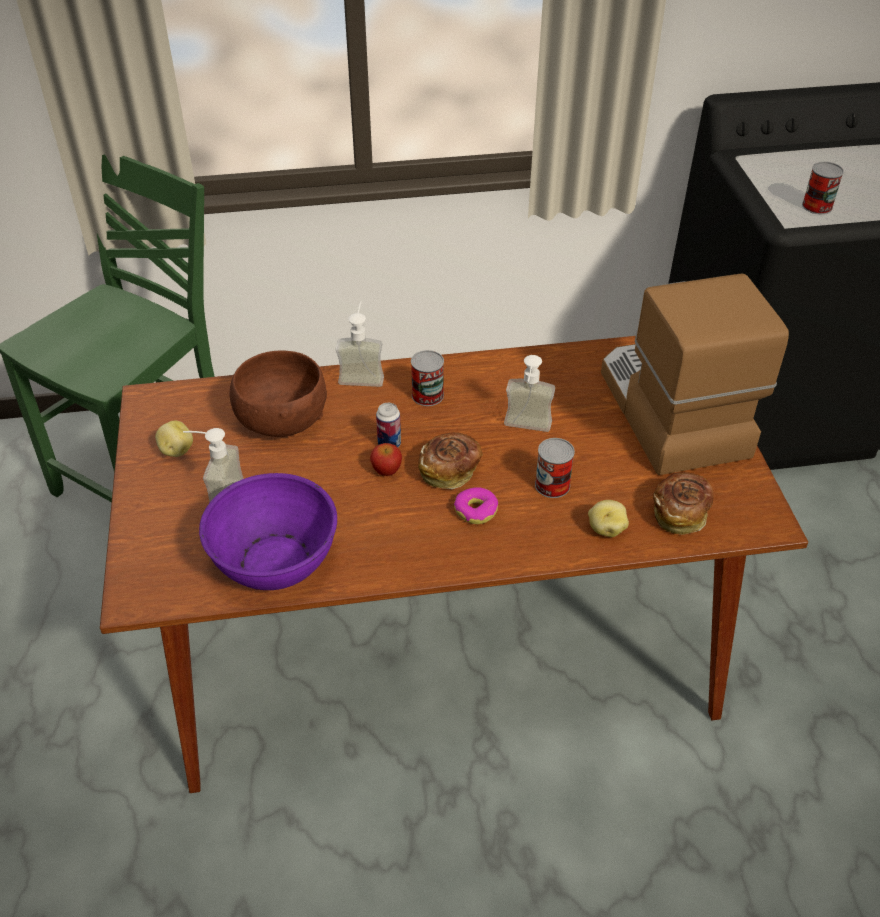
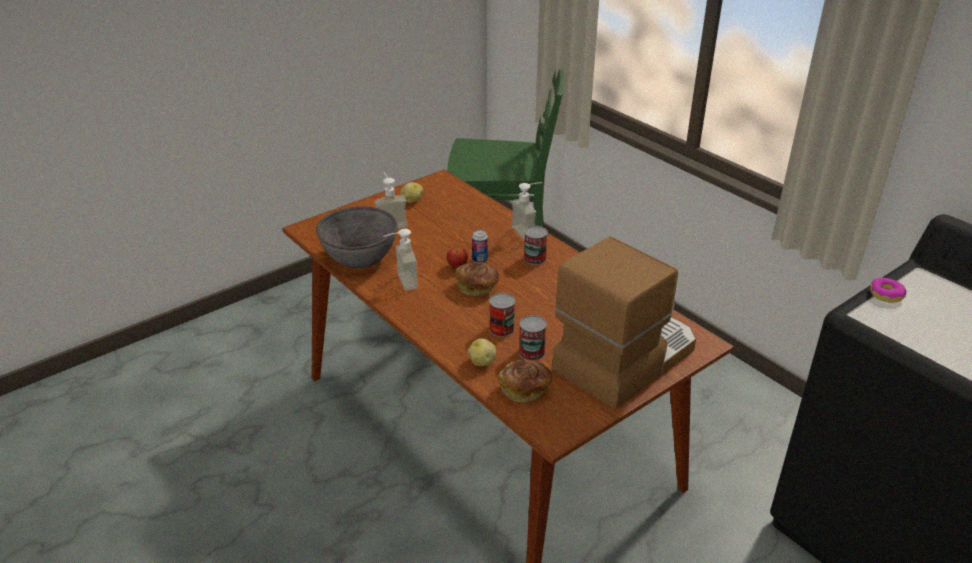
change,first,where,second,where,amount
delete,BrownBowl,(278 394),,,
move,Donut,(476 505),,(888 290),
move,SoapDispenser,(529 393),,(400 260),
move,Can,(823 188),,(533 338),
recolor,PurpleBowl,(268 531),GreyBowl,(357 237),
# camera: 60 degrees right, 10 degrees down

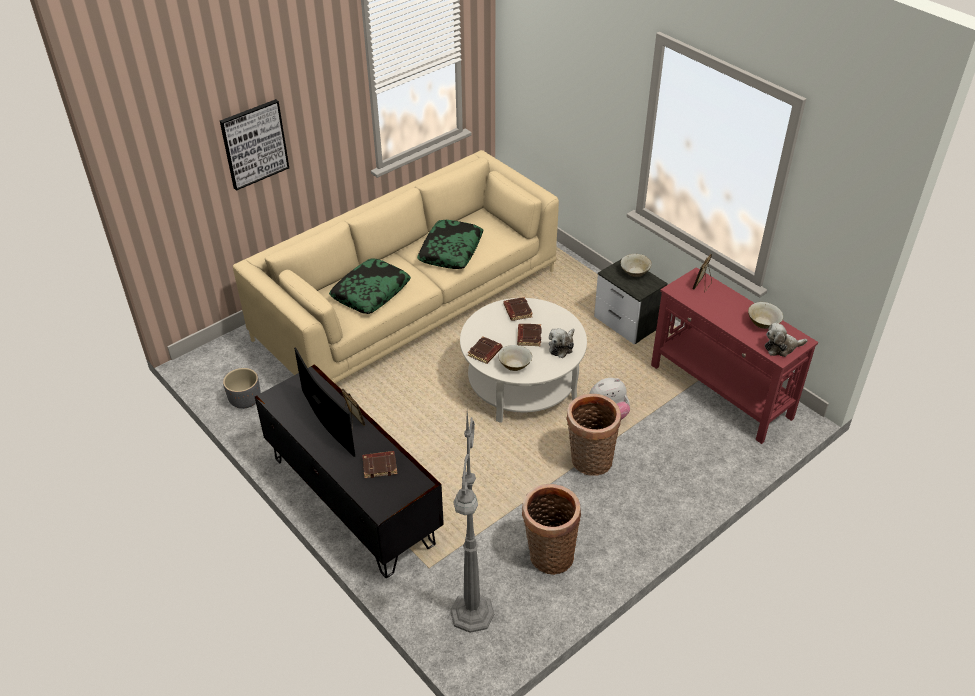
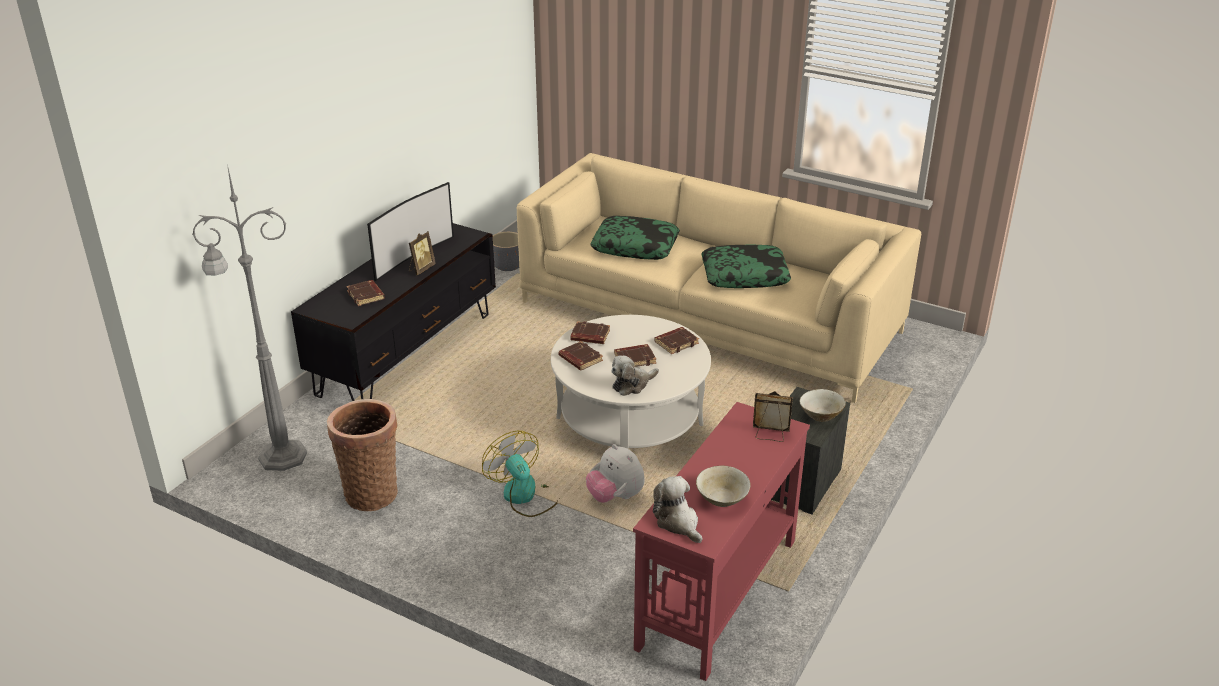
change,first,where,second,where,amount
delete,Picture,(254 145),,,
replace,BeigeBowl,(515 358),BrownBook,(581 355),
replace,Basket,(593 435),Fan,(520 474),
rotate,PlushToy,(562 343),,(635 375),45 degrees counterclockwise
# camera: 70 degrees right, 10 degrees down

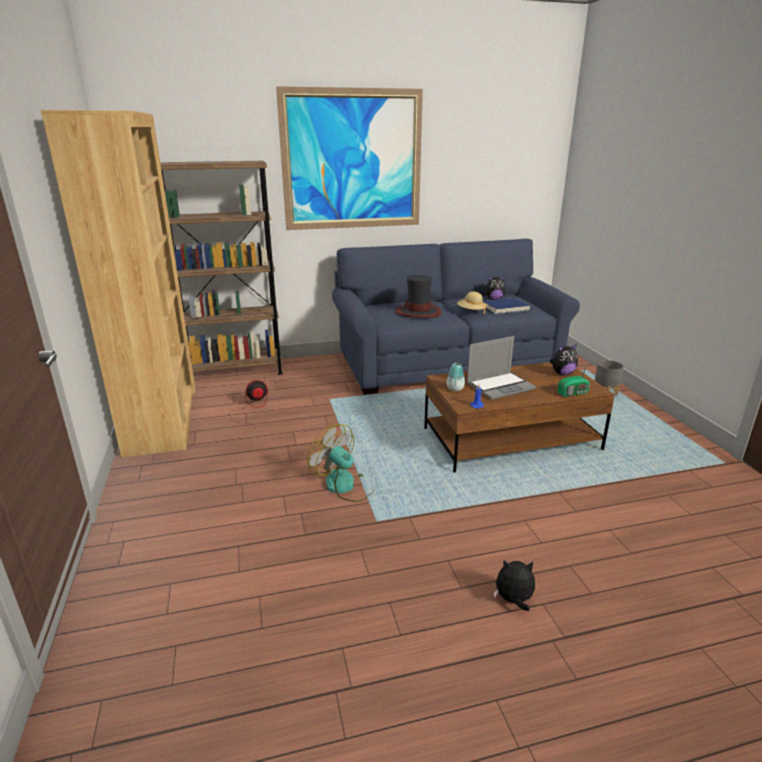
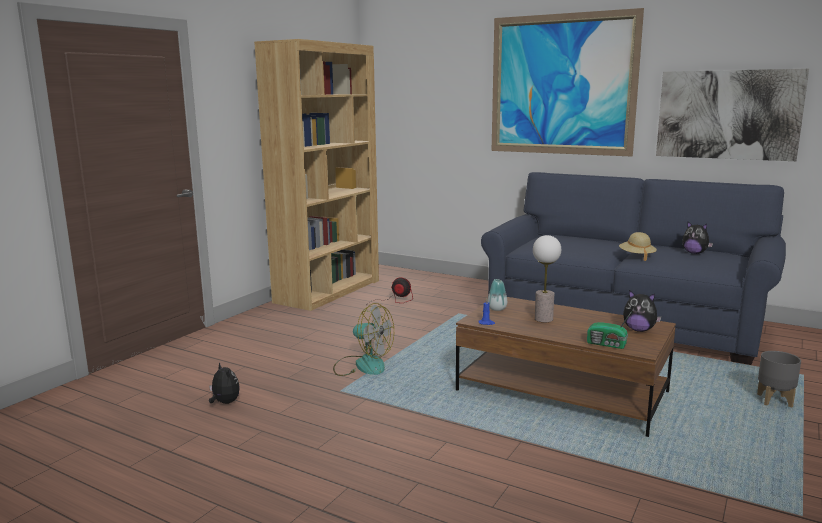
change,first,where,second,where,amount
delete,BrownBookcase,(221 268),,,
delete,Hat,(418 296),,,
delete,BlueBook,(506 306),,,
insert,,,Picture,(732 115),
move,PlushToy,(514 585),,(224 383),
replace,Laptop,(501 368),TableLamp,(547 278),
rotate,Fan,(341 463),,(363 339),120 degrees clockwise
# camera: 45 degrees right, 10 degrees down

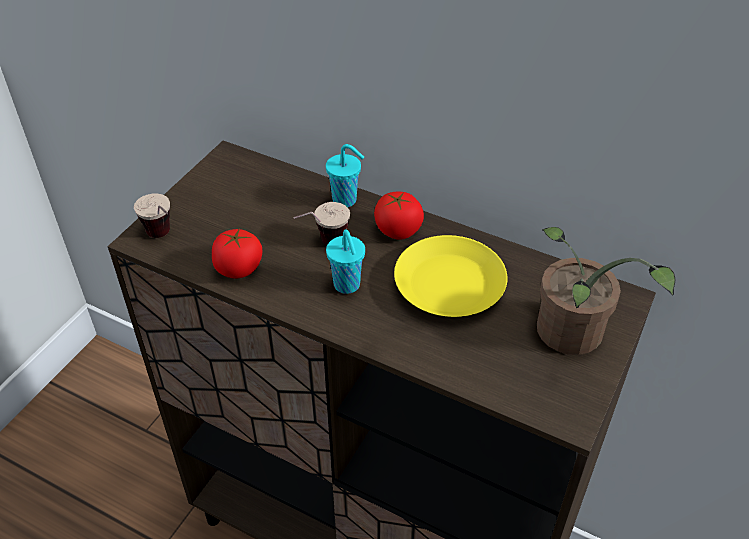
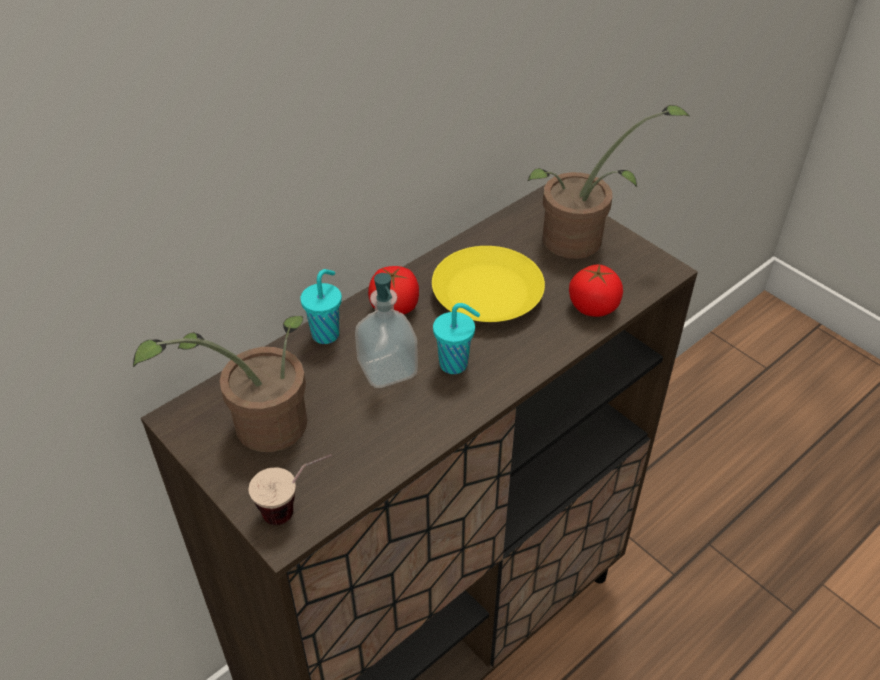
change,first,where,second,where,amount
insert,,,PottedPlant,(220 384),
move,Tomato,(237 253),,(596 290),
replace,Cup,(321 223),SoapDispenser,(386 330),
# camera: 70 degrees left, 0 degrees up

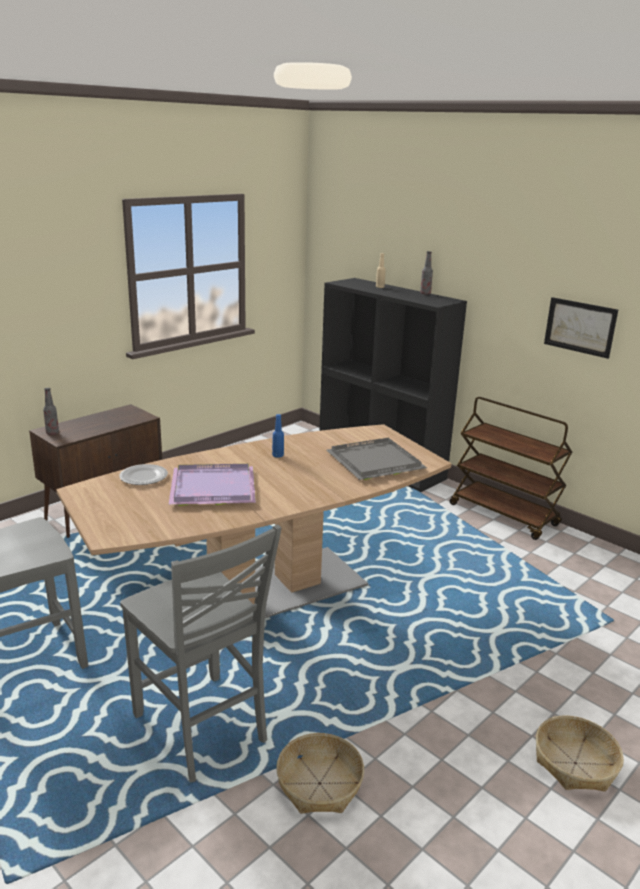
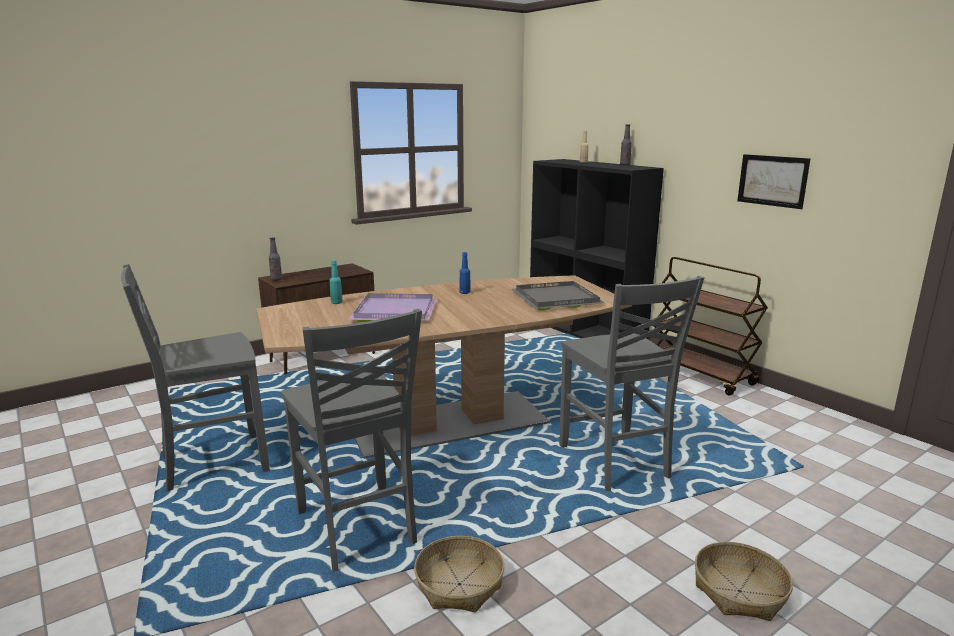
change,first,where,second,where,amount
insert,,,GreyChair,(631 383),
replace,Plate,(143 474),TurquoiseBottle,(336 282),
# camera: 10 degrees right, 5 degrees down

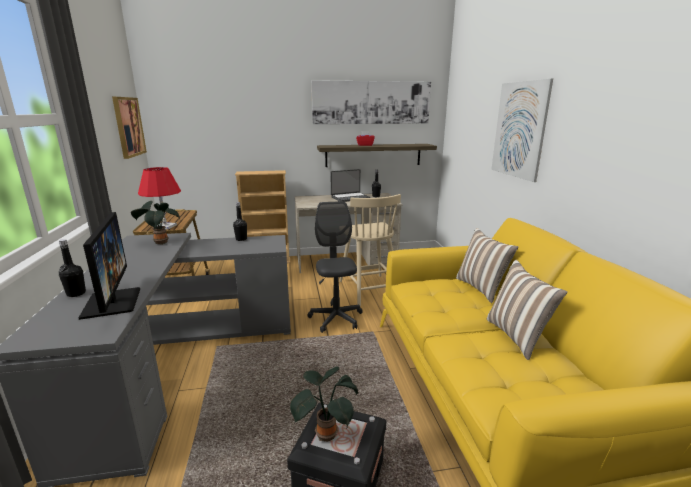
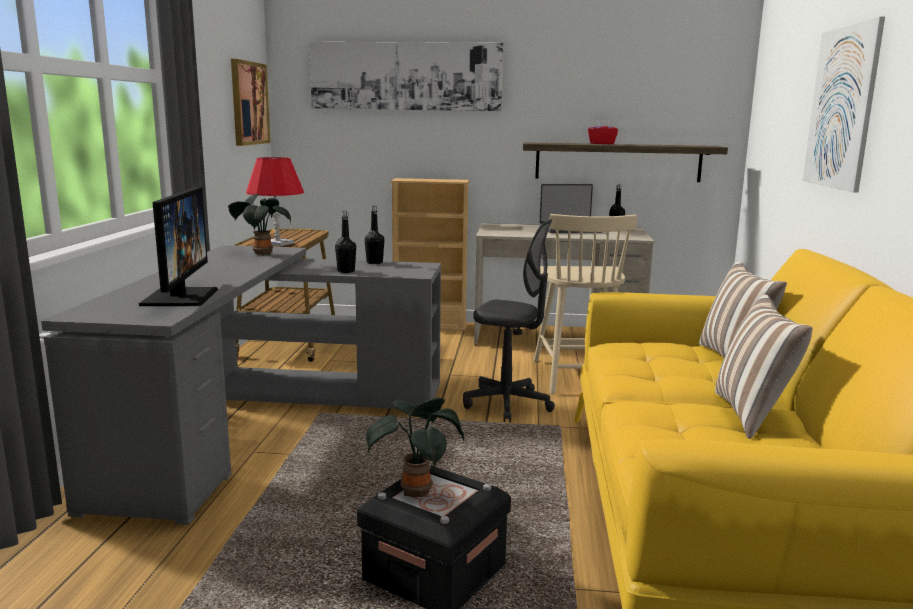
change,first,where,second,where,amount
move,BlackBottle,(72 268),,(345 242),
move,Picture,(371 102),,(406 76),
rotate,GreyOfficeChair,(335 267),,(509 320),105 degrees clockwise
# camera: 15 degrees right, 5 degrees down

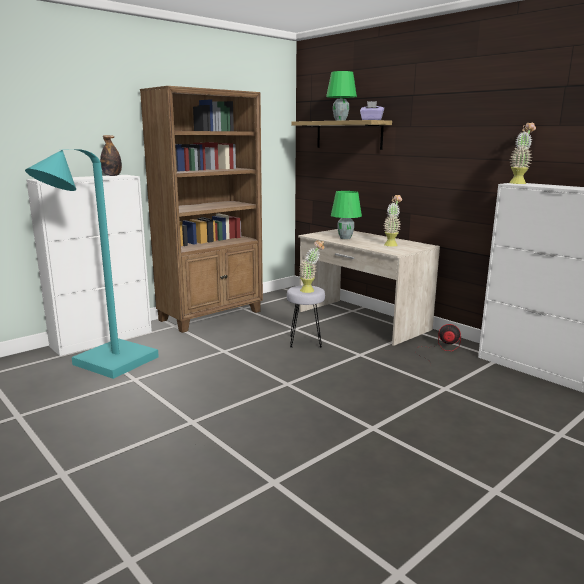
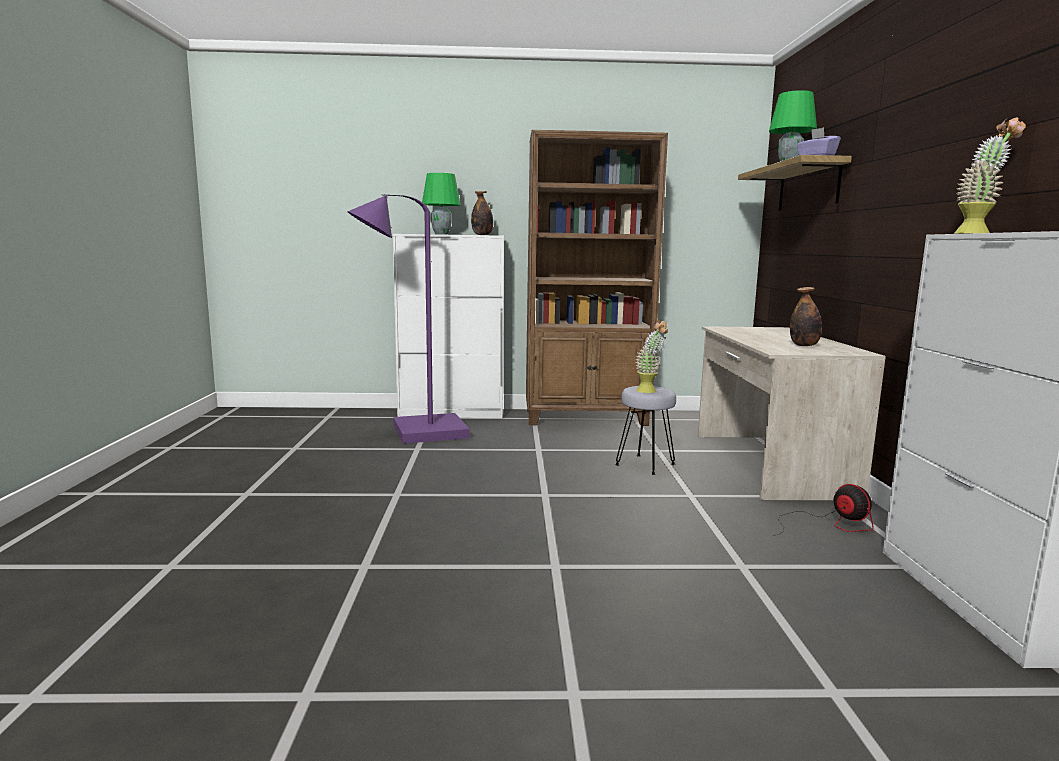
change,first,where,second,where,amount
move,GreenTableLamp,(346 215),,(441 204),
replace,PottedPlant,(393 221),Bottle,(806 316),
recolor,TurquoiseFloorLamp,(92 264),PurpleFloorLamp,(408 319),
# camera: 40 degrees right, 5 degrees down

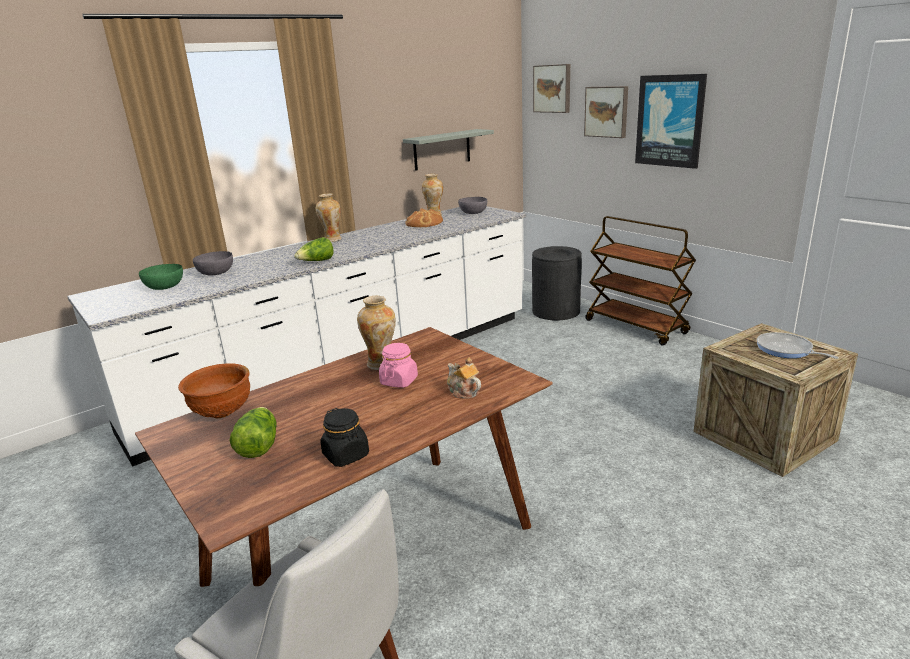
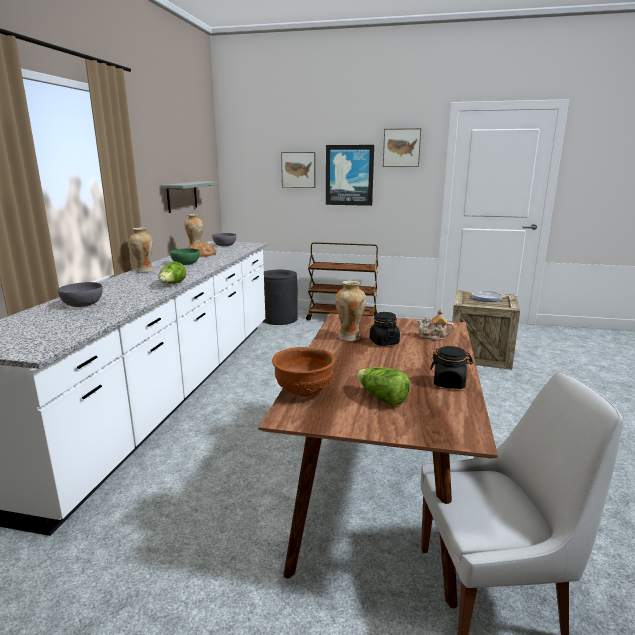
change,first,where,second,where,amount
move,GreenBowl,(161 277),,(185 256),
move,Picture,(551 88),,(402 147),
recolor,PinkJar,(398 365),BlackJar,(385 329),
# camera: 40 degrees left, 5 degrees down

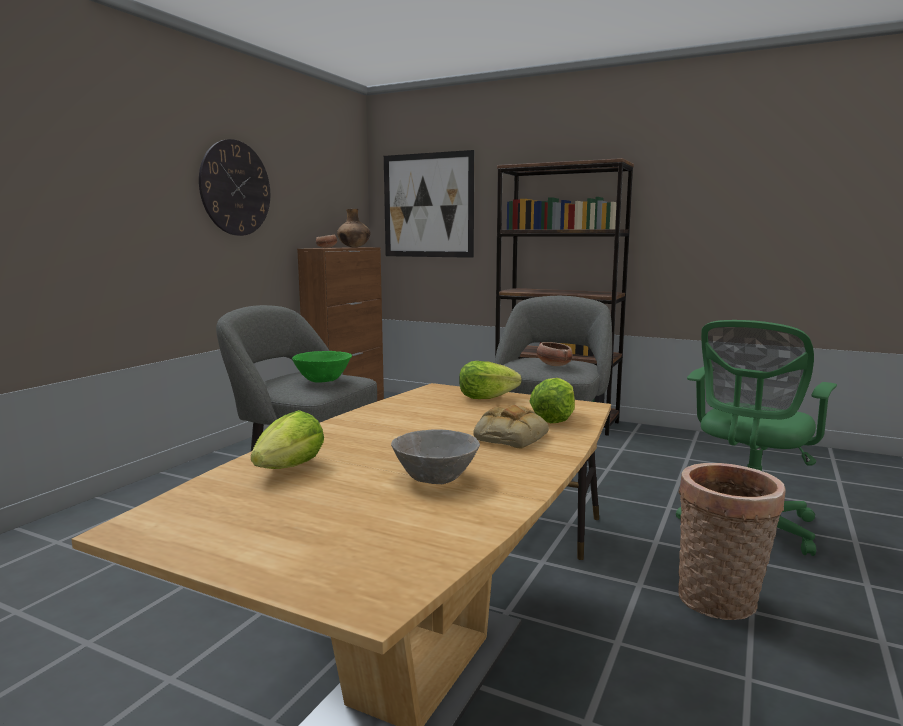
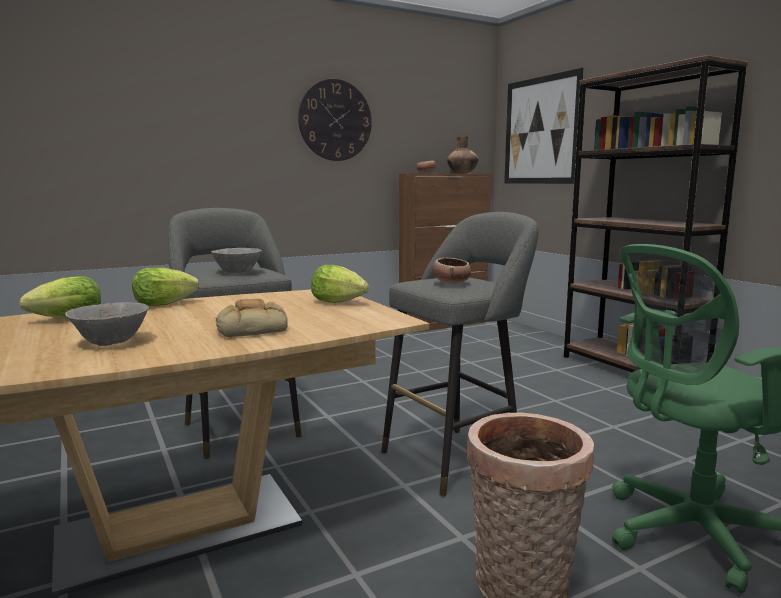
change,first,where,second,where,amount
move,Lettuce,(552 400),,(165 286),
recolor,GreenBowl,(322 367),GreyBowl,(236 260),
# camera: 35 degrees right, 0 degrees up

